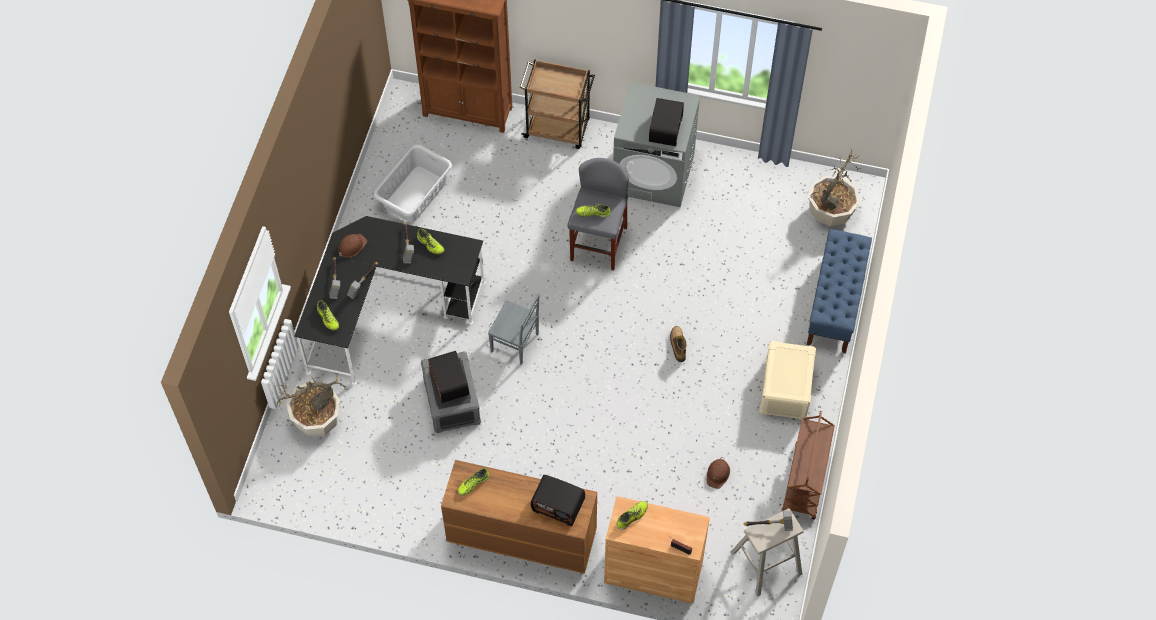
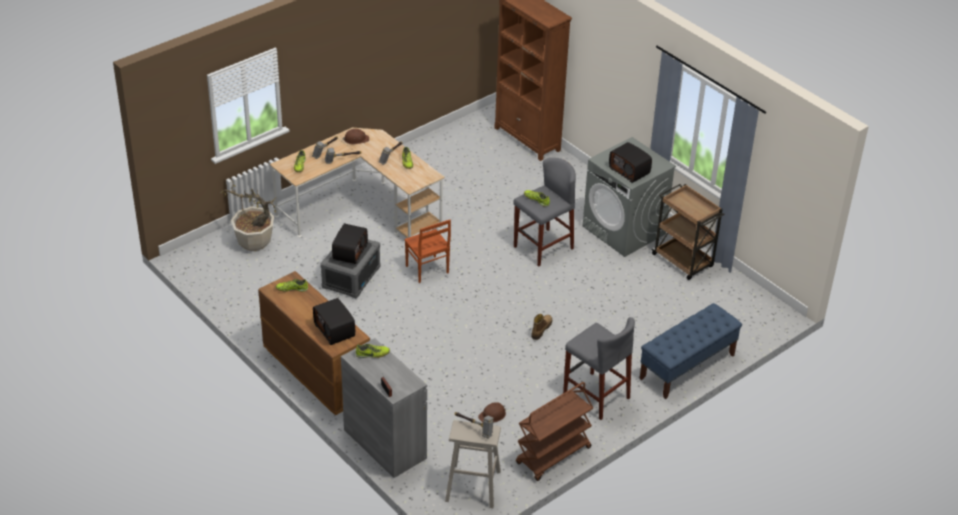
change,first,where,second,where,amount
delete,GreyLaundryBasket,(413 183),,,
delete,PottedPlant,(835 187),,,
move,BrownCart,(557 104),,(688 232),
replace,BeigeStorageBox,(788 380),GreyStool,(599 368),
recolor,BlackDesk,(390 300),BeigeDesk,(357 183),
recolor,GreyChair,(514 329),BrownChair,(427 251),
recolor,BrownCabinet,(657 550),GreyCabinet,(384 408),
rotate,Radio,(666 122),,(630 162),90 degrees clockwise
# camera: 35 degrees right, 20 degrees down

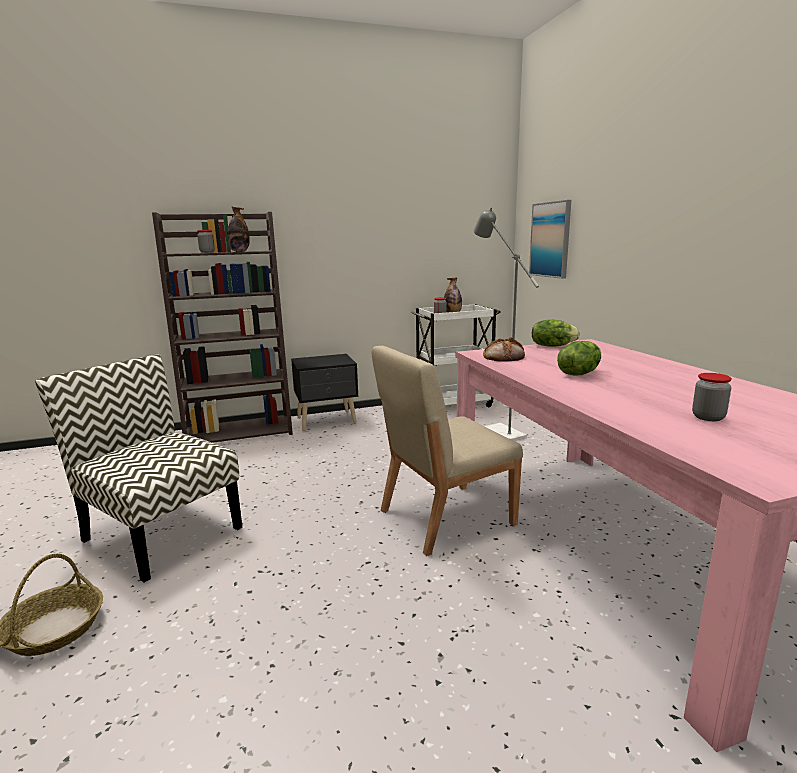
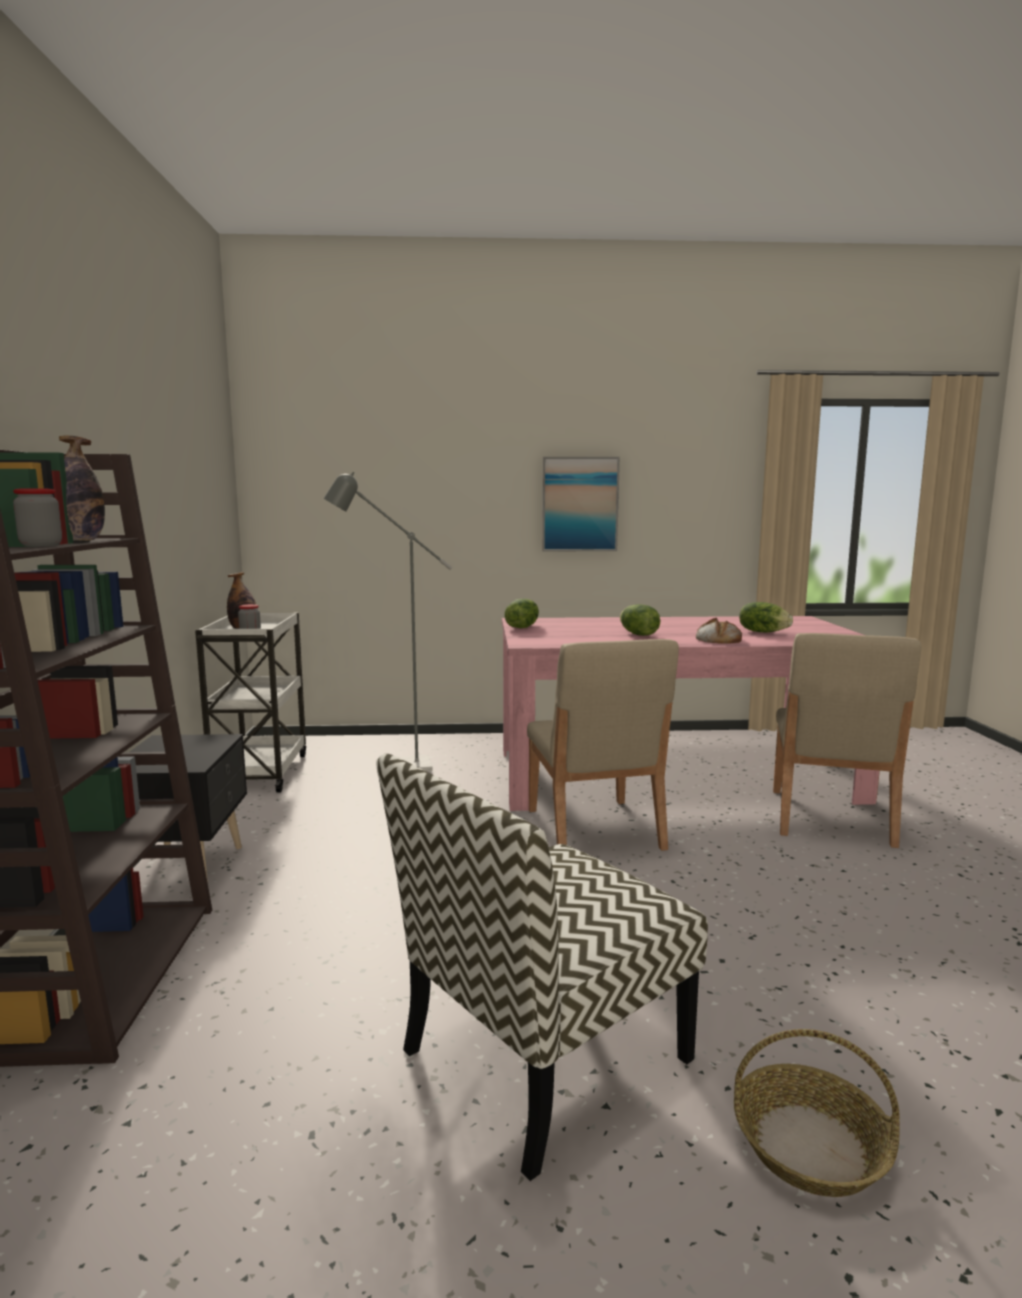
change,first,where,second,where,amount
insert,,,BeigeChair,(847 740),
move,Bread,(504 349),,(719 631),
move,Picture,(550 239),,(581 504),
replace,Jar,(712 397),Lettuce,(766 617),
# camera: 75 degrees left, 5 degrees down

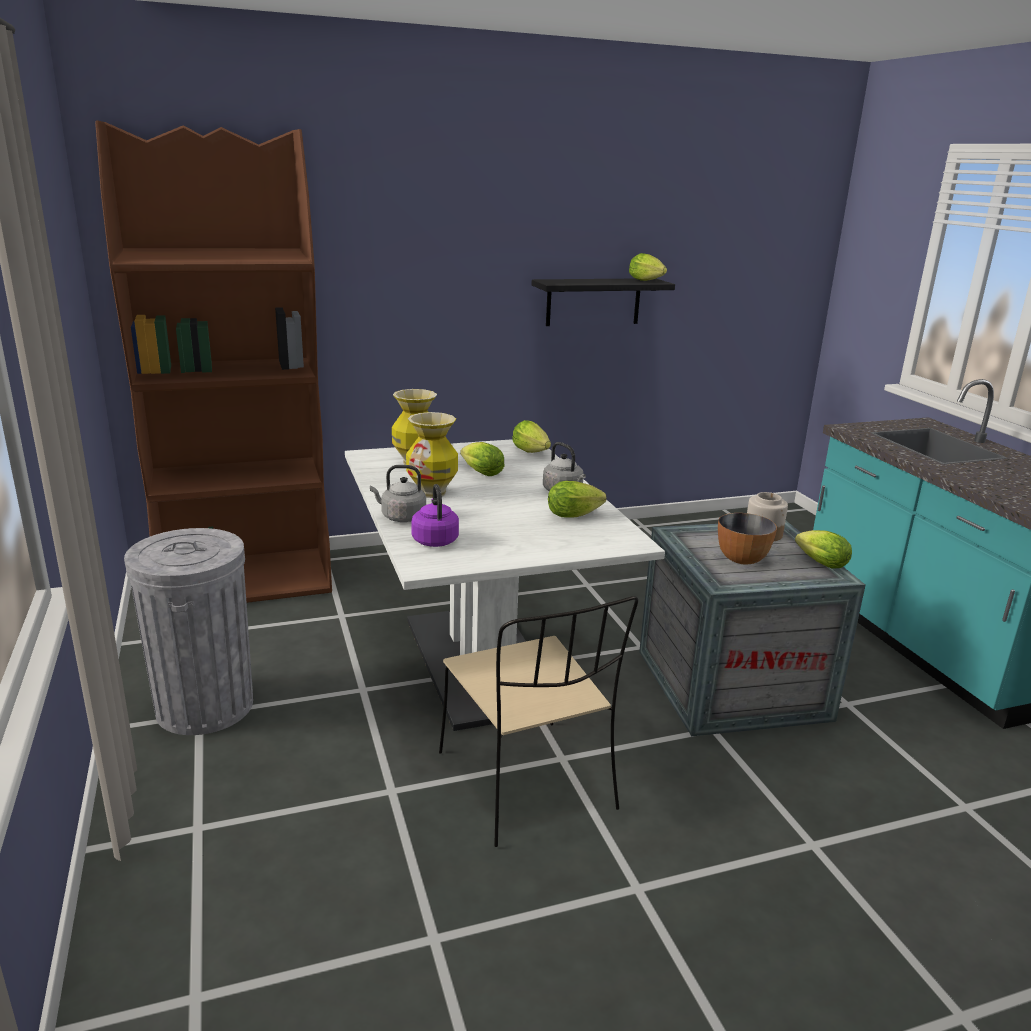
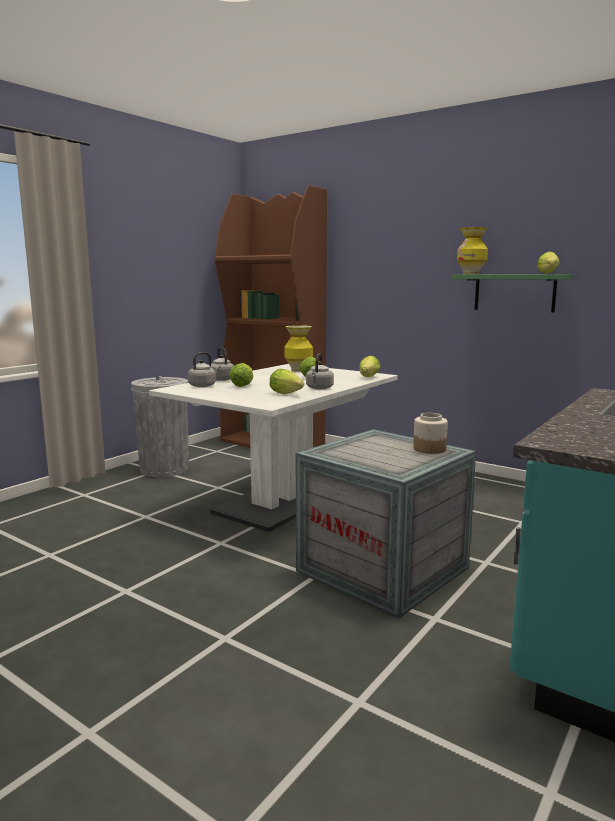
change,first,where,second,where,amount
delete,BeigeChair,(538 721),,,
delete,Bowl,(747 538),,,
move,Vase,(432 455),,(472 250),
move,Lettuce,(823 549),,(241 375),
recolor,PurpleKettle,(435 515),GreyKettle,(204 369),
recolor,BlackShelf,(603 302),GreenShelf,(512 293),
# camera: 55 degrees right, 10 degrees down

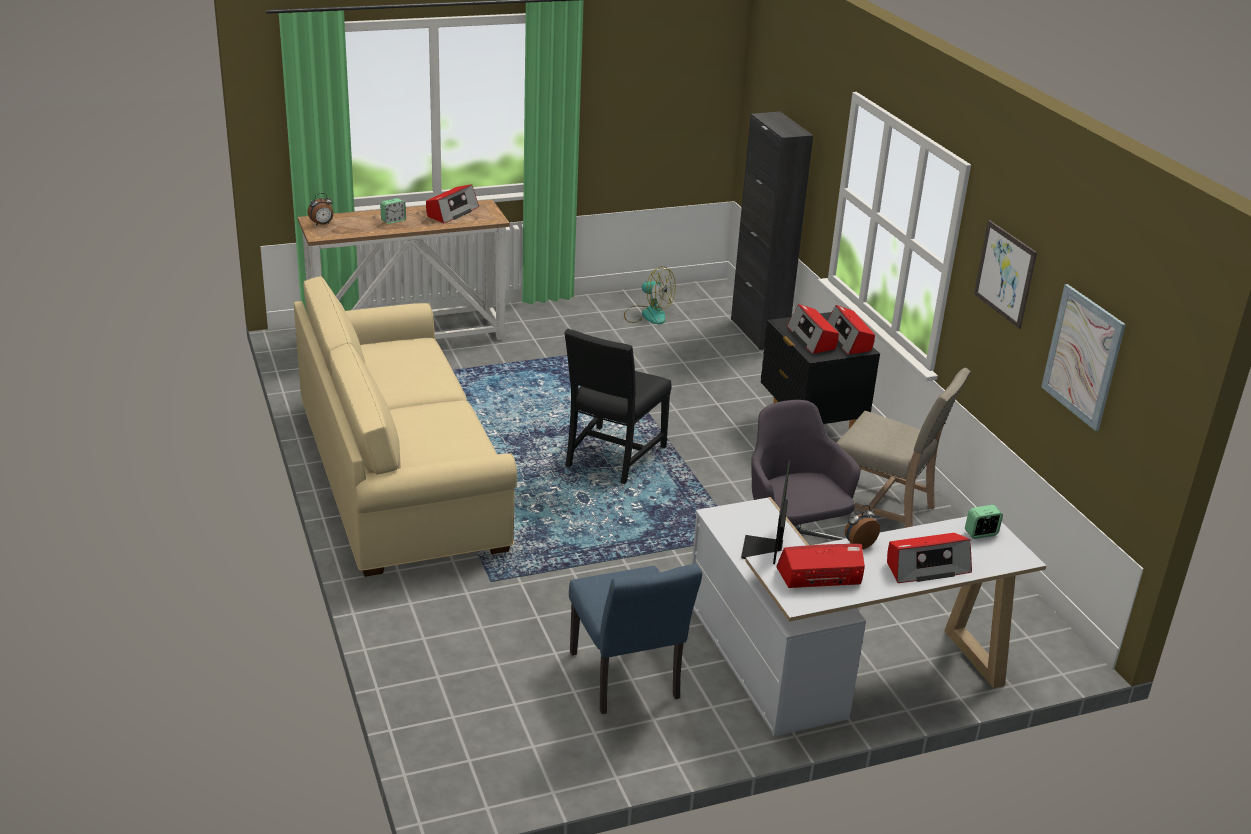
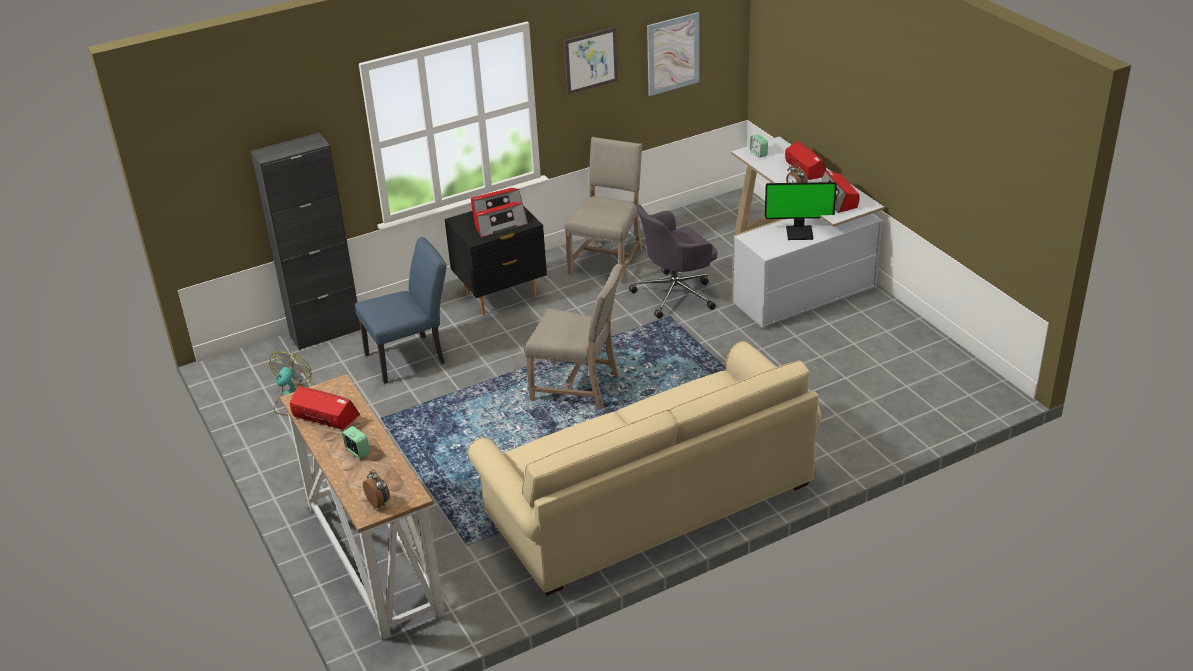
change,first,where,second,where,amount
move,BlueChair,(635 639),,(401 310),
recolor,BlackChair,(618 406),BeigeChair,(573 336),
# camera: 95 degrees left, 5 degrees up

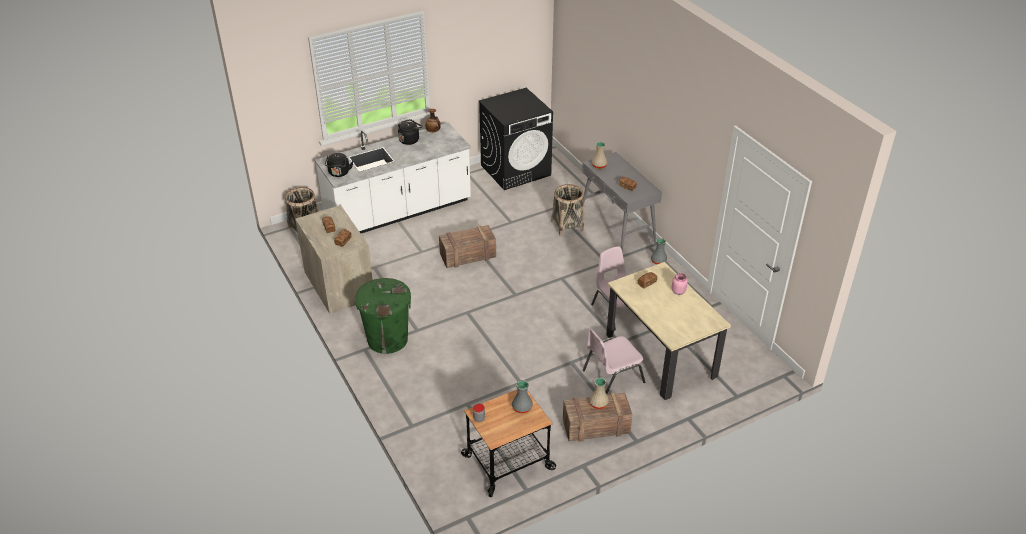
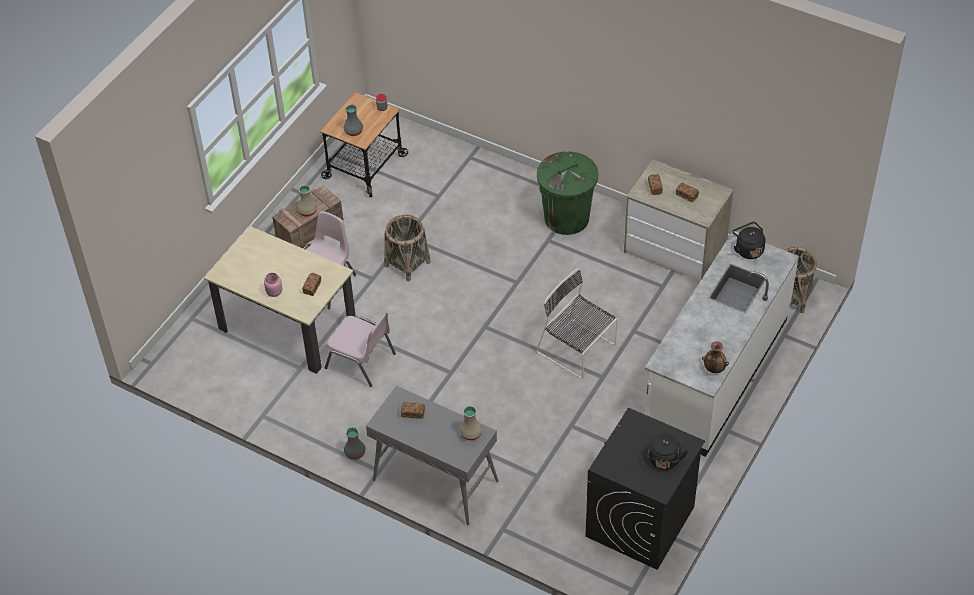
change,first,where,second,where,amount
move,BlackKettle,(410 132),,(668 452),
move,Basket,(567 210),,(407 248),
replace,Crate,(467 246),BlackChair,(577 323),
# camera: 150 degrees right, 10 degrees up

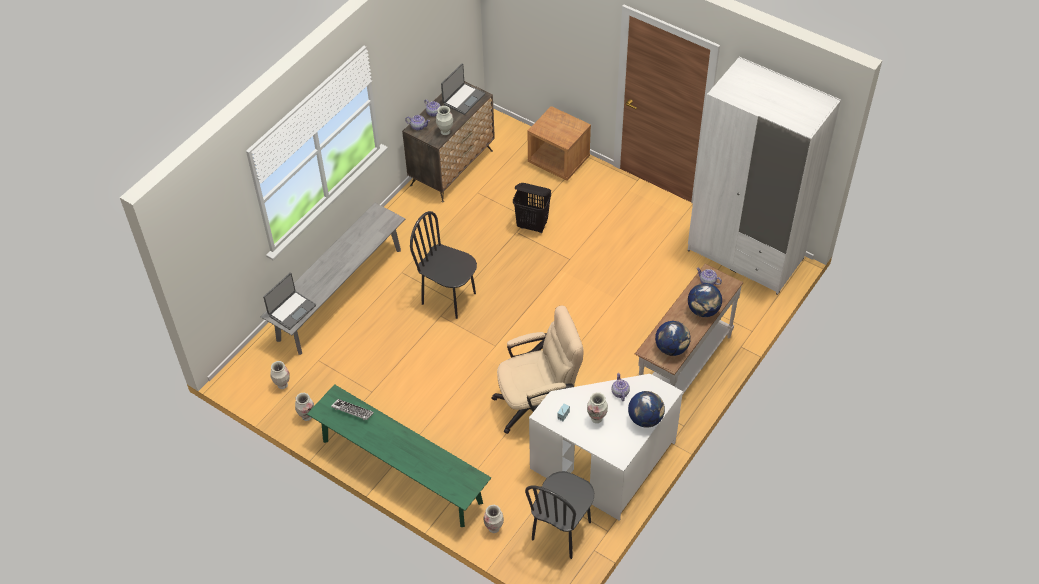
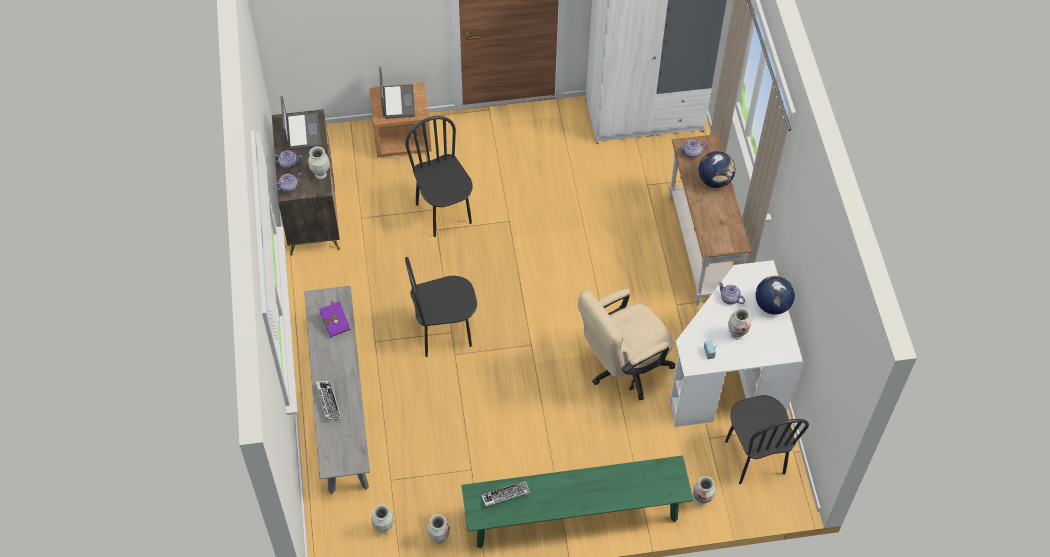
change,first,where,second,where,amount
delete,Globe,(673 338),,,
insert,,,Keyboard,(328 400),
insert,,,PurpleBook,(334 319),
move,Laptop,(289 301),,(397 93),
replace,BlackLaundryBasket,(532 208),BlackChair,(439 176),
rotate,BeigeOfficeChair,(537 370),,(626 344),150 degrees counterclockwise
# camera: 45 degrees left, 5 degrees up

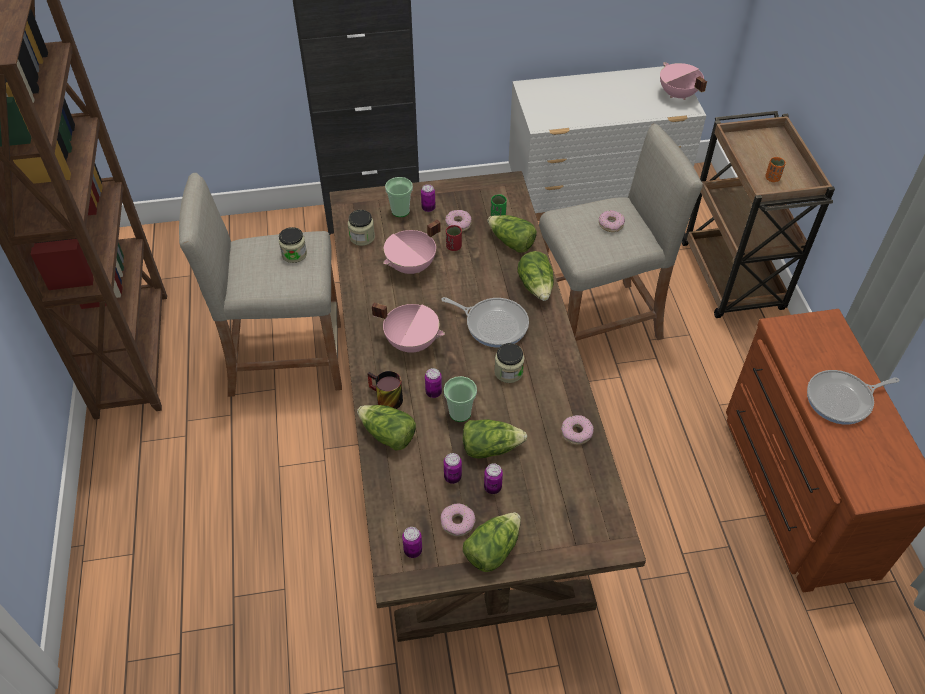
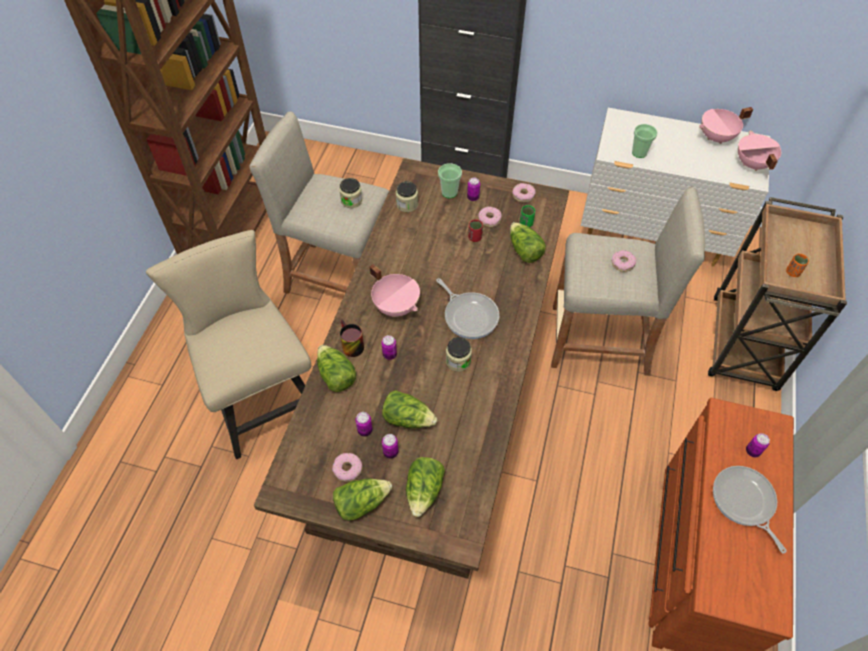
change,first,where,second,where,amount
insert,,,BeigeChair,(228 345),
move,PinkCookingPot,(412 247),,(726 125),
move,Can,(412 542),,(758 445),
move,Cup,(460 399),,(645 141),
move,Lettuce,(535 276),,(425 487),
move,Donut,(577 430),,(524 193),
rotate,FryingPan,(853 397),,(750 509),60 degrees clockwise
# camera: 25 degrees right, 5 degrees up

